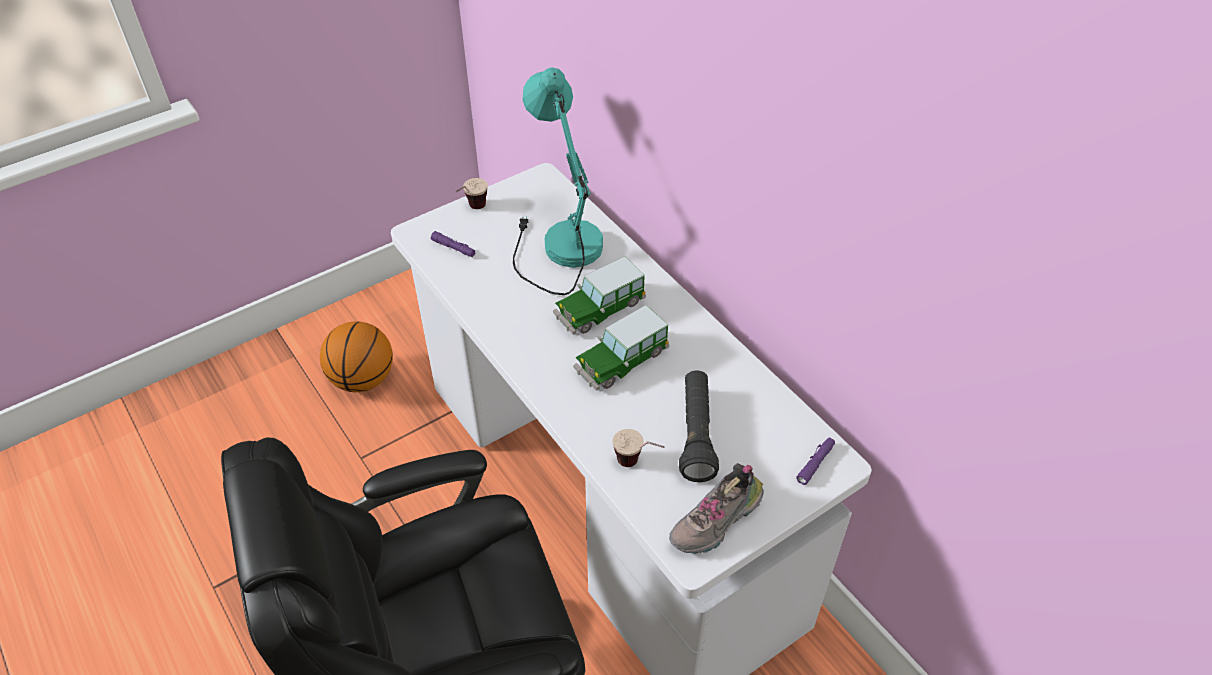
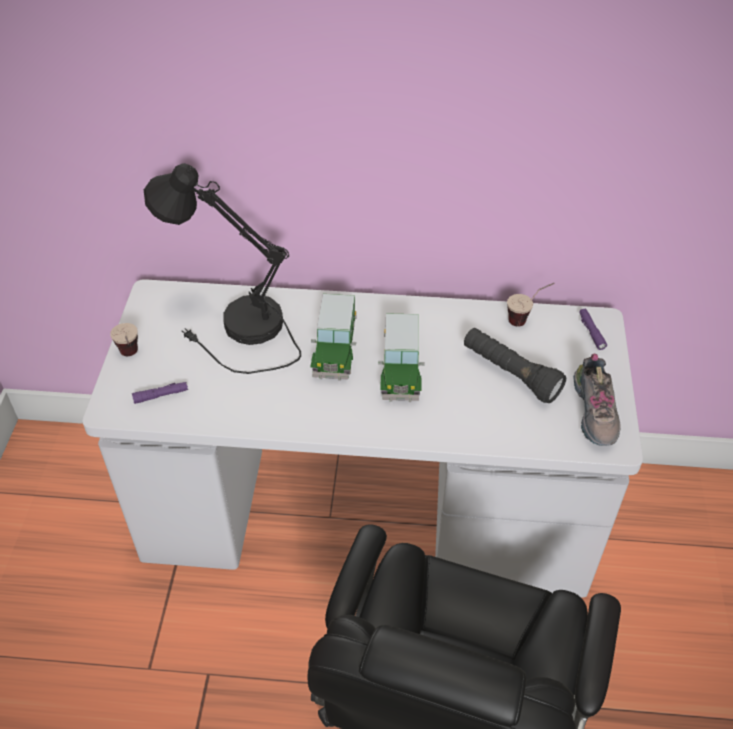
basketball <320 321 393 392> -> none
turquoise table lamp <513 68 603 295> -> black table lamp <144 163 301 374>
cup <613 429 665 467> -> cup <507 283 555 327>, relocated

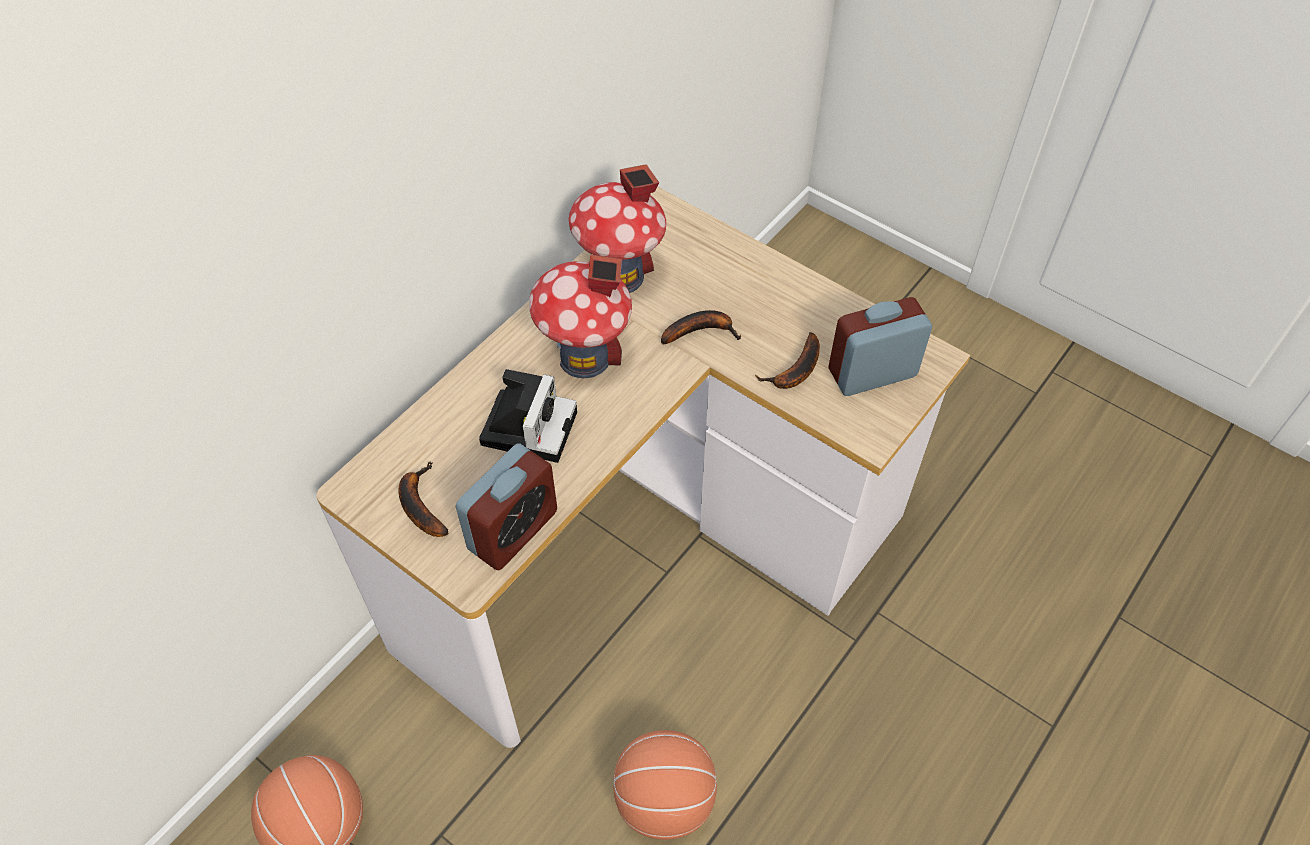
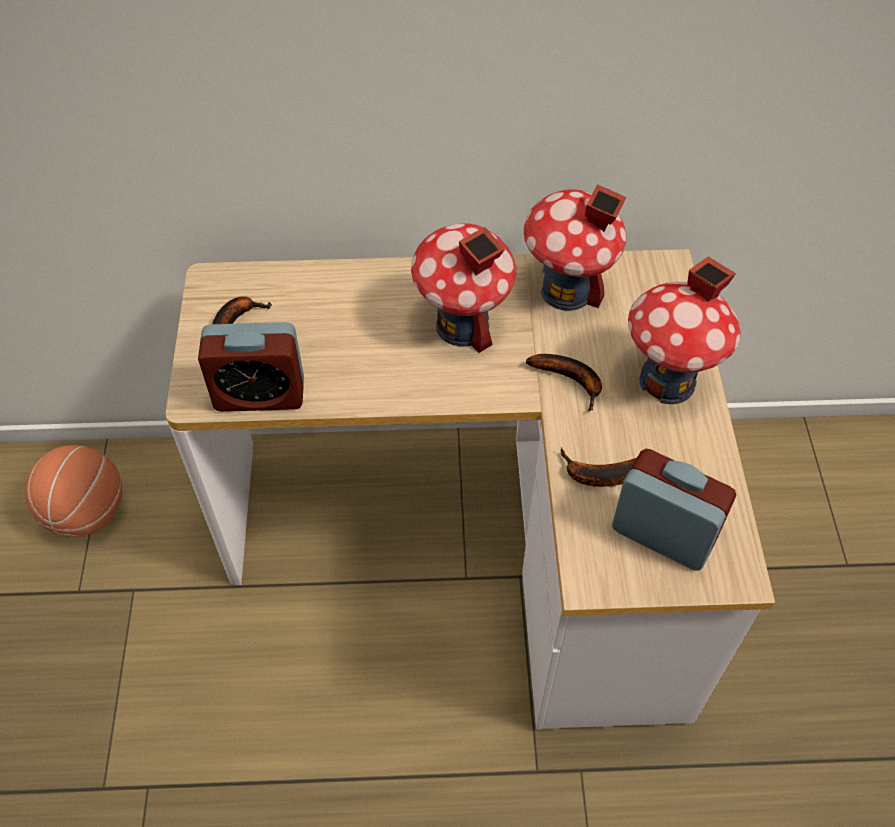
photo camera <479 369 577 463> -> none
basketball <613 730 717 840> -> none
none -> toy house <628 256 741 404>

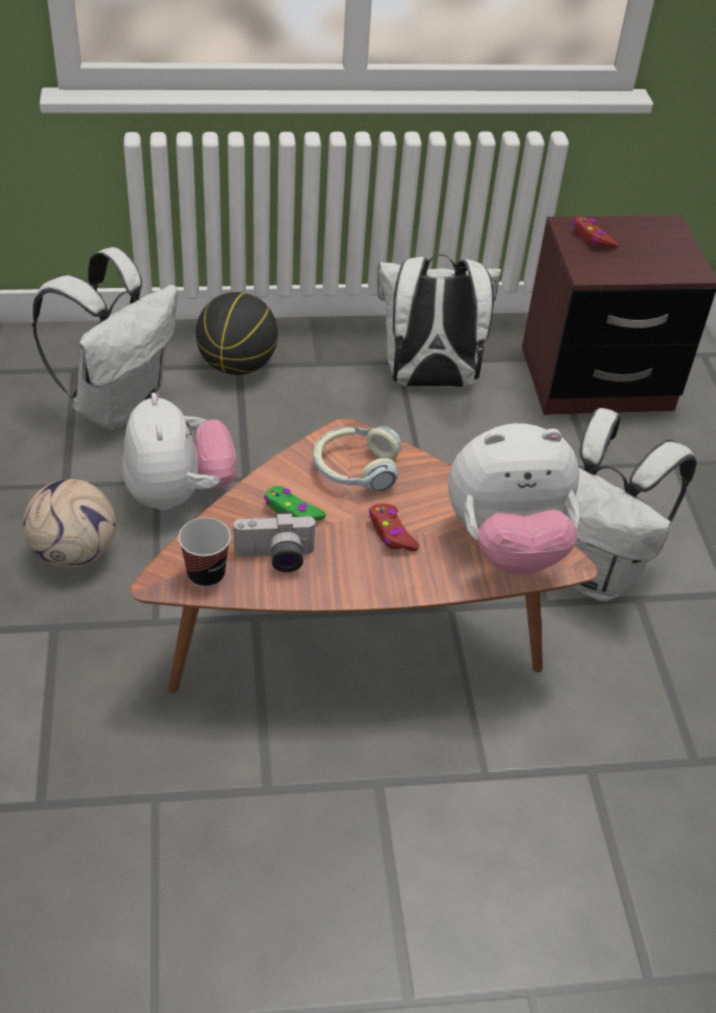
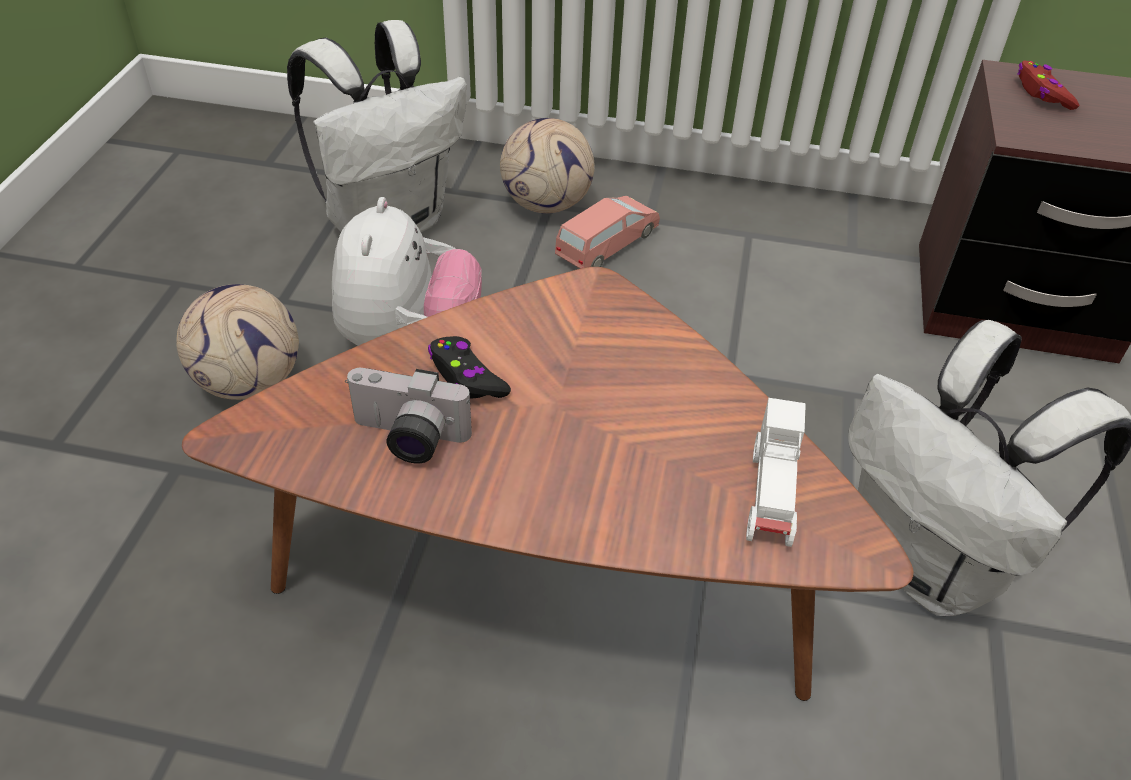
cup <178 518 231 588> -> none
basketball <196 292 278 375> -> football <500 118 595 214>
green game controller <264 486 326 521> -> black game controller <428 336 511 399>
headphones <313 426 401 492> -> none
red game controller <369 504 419 551> -> none
white backpack <377 254 501 387> -> none
plush toy <448 423 580 575> -> white toy car <746 398 806 547>
none -> pink toy car <555 196 660 269>

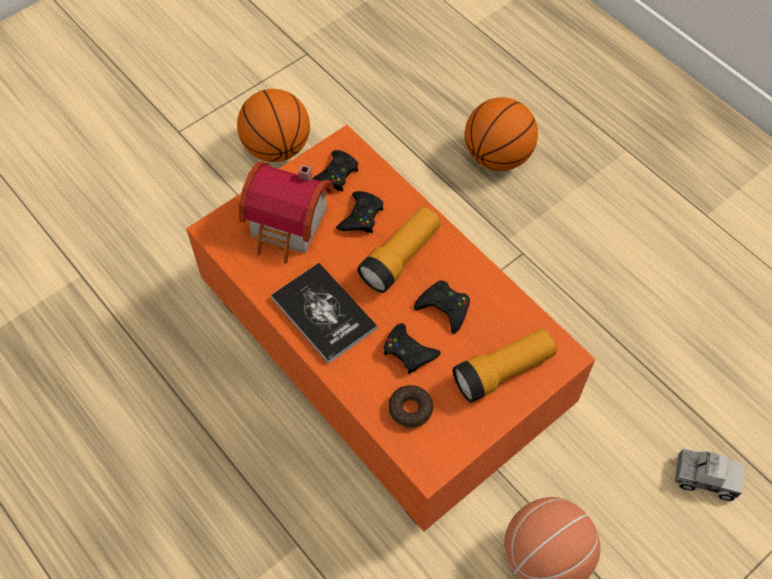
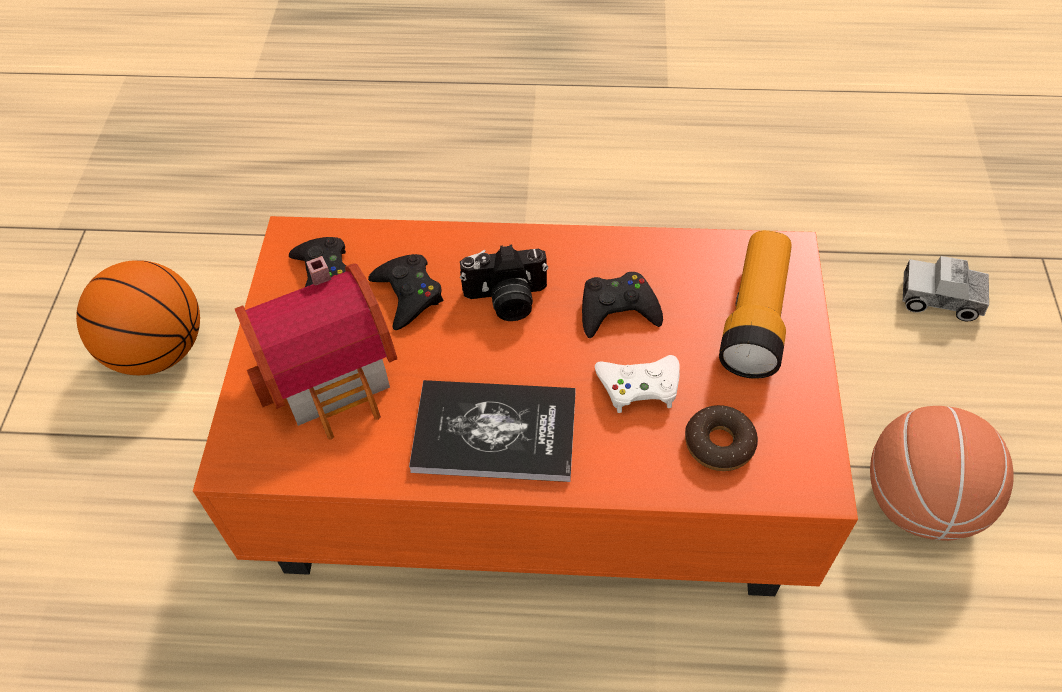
flashlight <357 206 441 293> -> photo camera <460 245 548 321>
black game controller <384 323 441 374> -> white game controller <595 355 680 413>
basketball <465 97 538 171> -> none
toy truck <675 448 745 501> -> toy truck <903 256 989 322>, 135 degrees counterclockwise

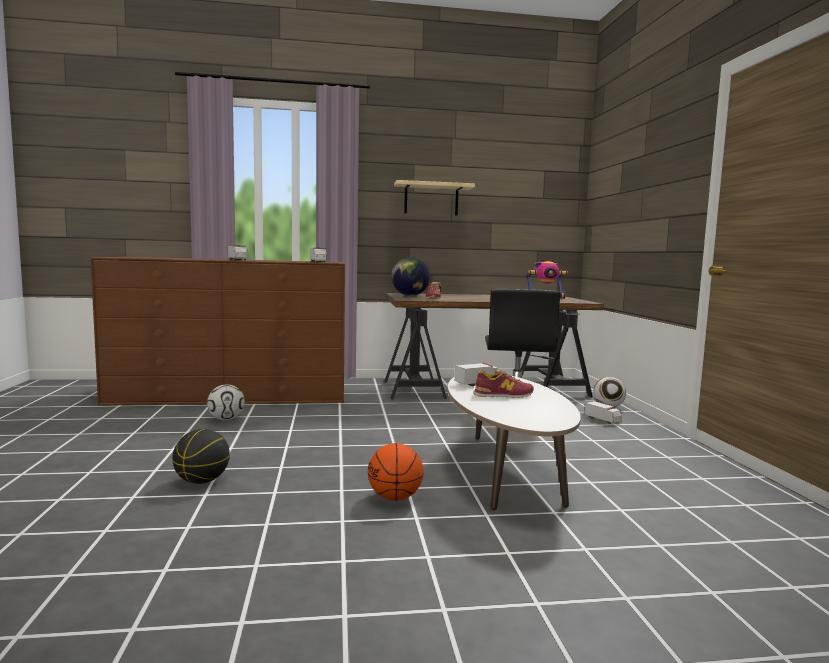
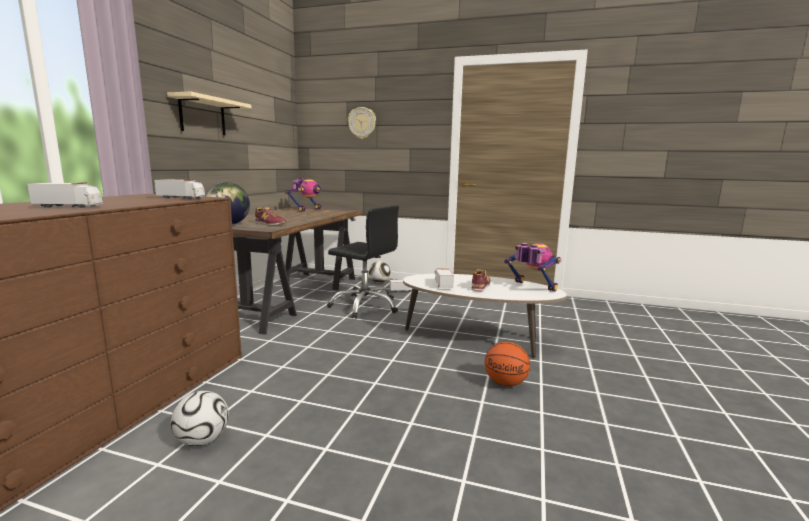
basketball <172 429 230 484> -> none
none -> wall clock <348 107 376 139>
none -> toy robot <504 243 561 292>

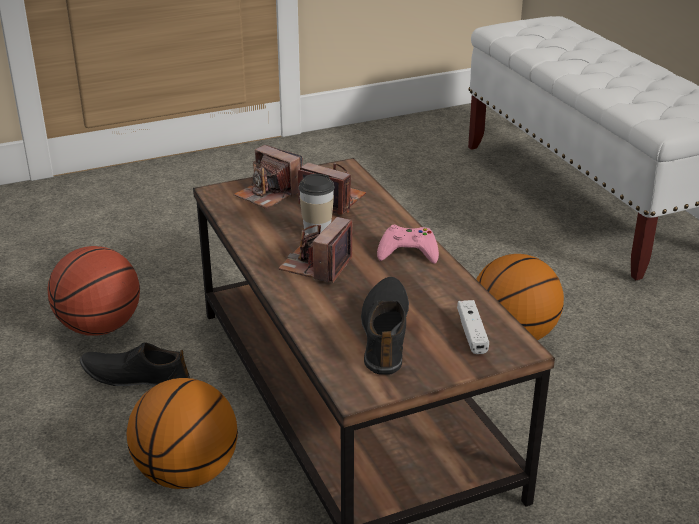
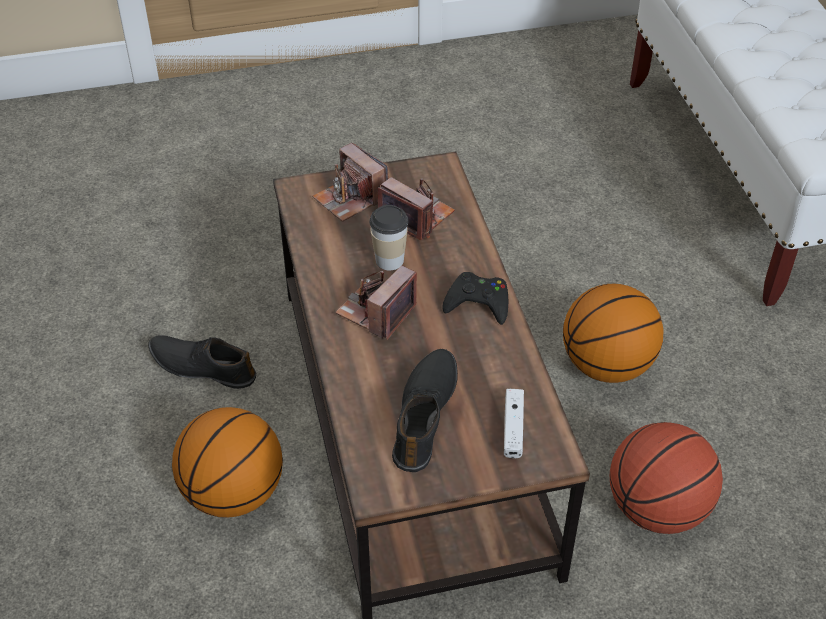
basketball <47 246 140 336> -> basketball <610 422 723 534>, relocated
pink game controller <377 225 439 264> -> black game controller <442 272 508 325>

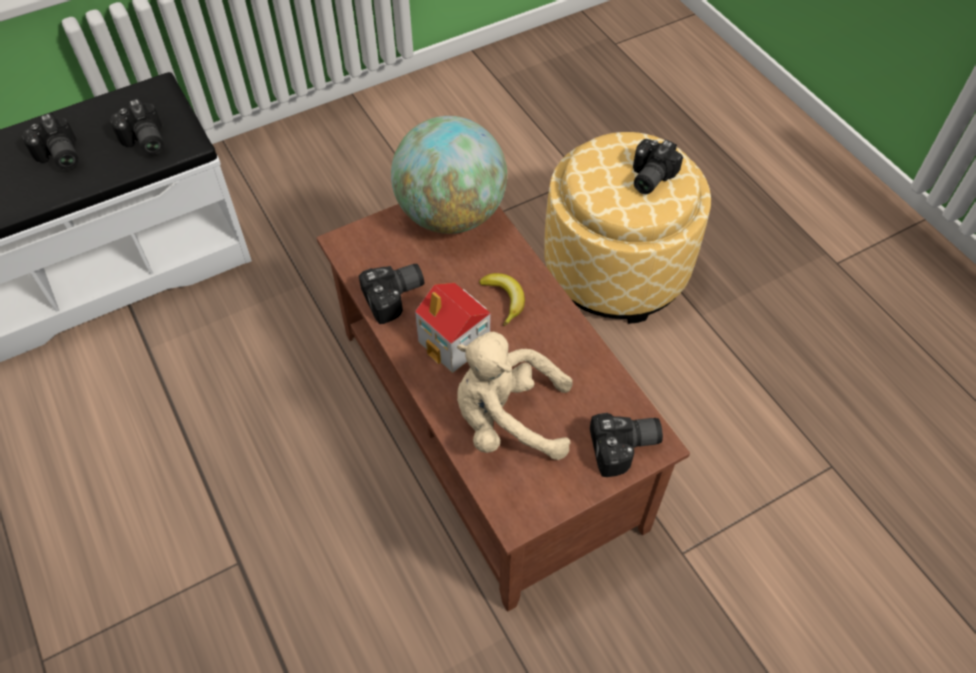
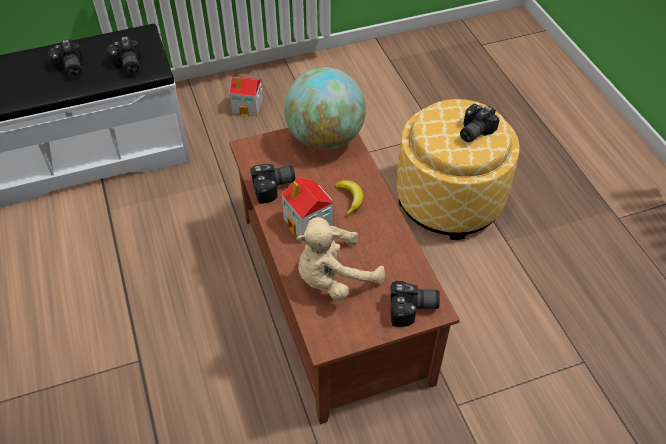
beige plush toy <457 332 573 460> -> beige plush toy <296 217 385 301>, 45 degrees counterclockwise
none -> toy house <229 77 263 116>

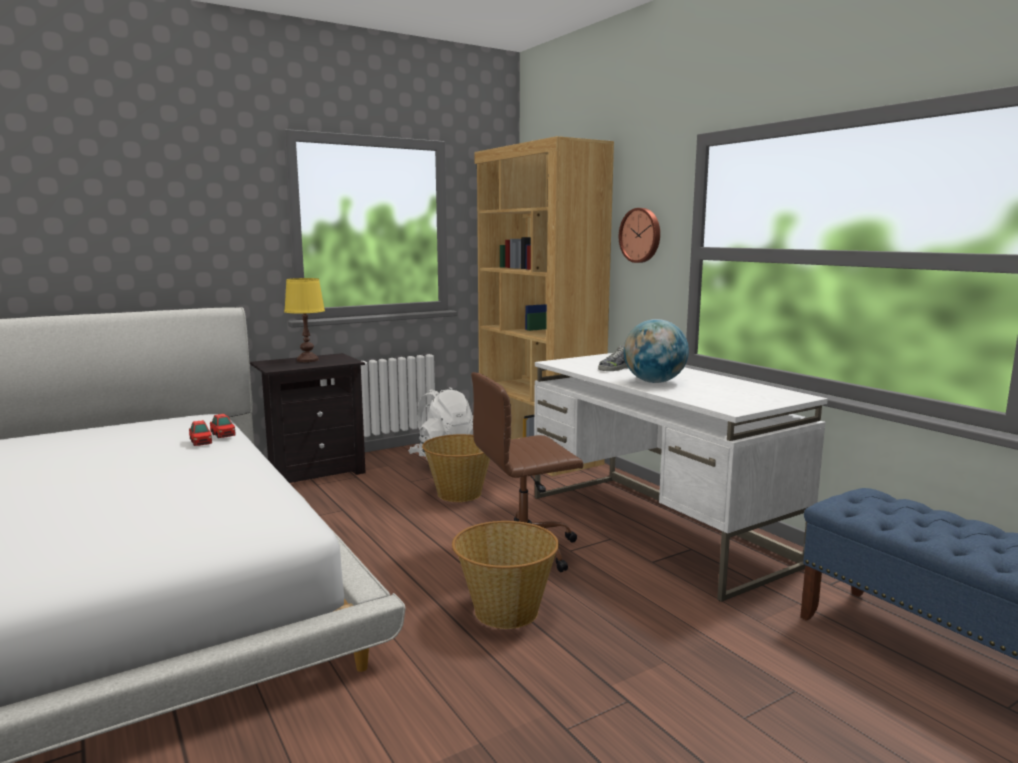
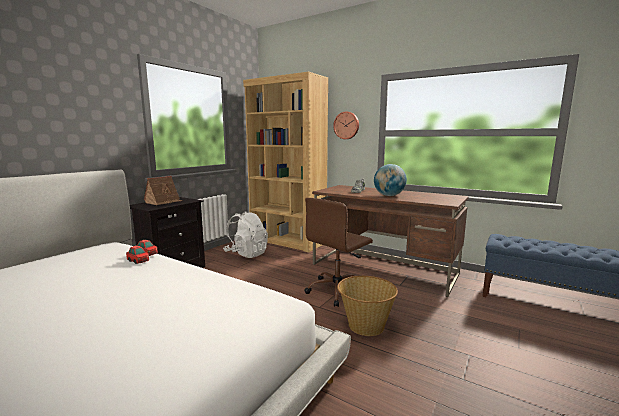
yellow table lamp <284 278 325 362> -> toy house <144 176 183 205>
basket <422 434 490 502> -> none
white desk <534 353 828 602> -> brown desk <312 185 469 297>

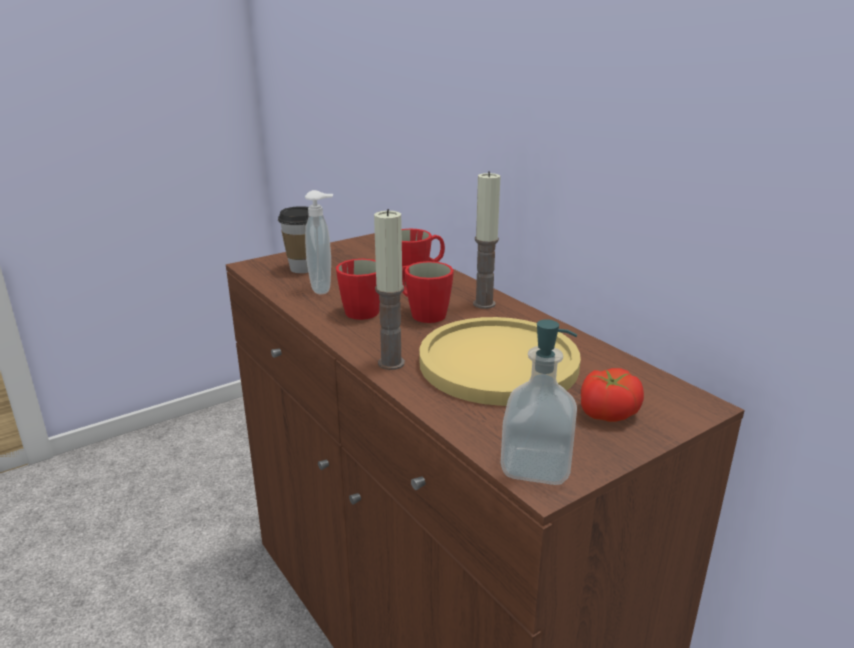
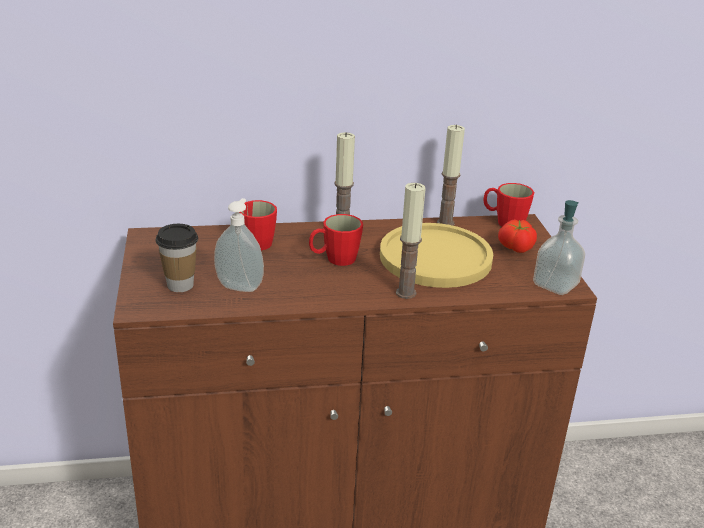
red mug <336 259 380 320> -> red mug <484 183 534 227>, relocated
none -> candle <437 124 465 226>

